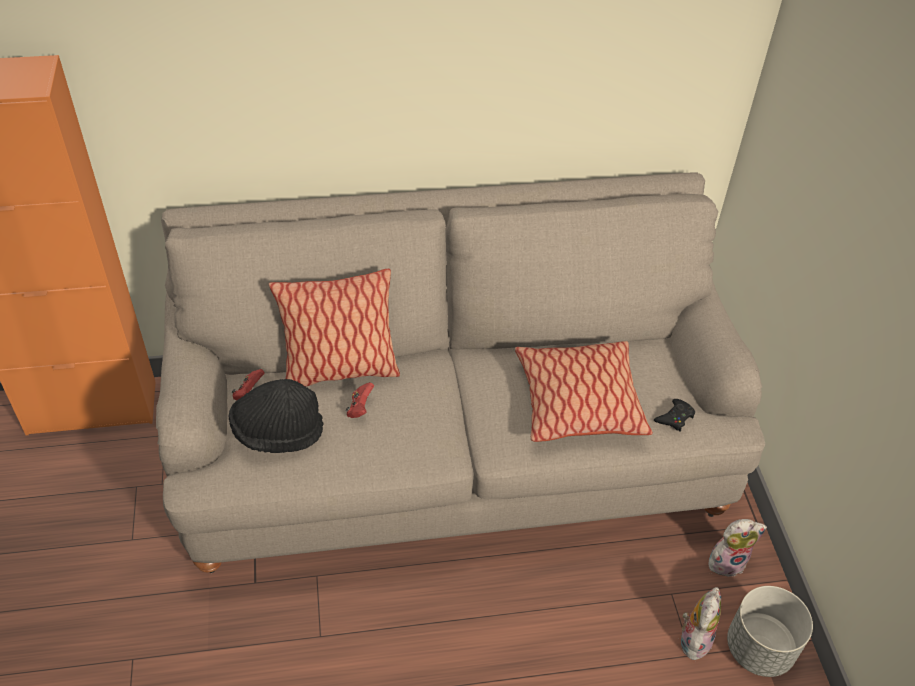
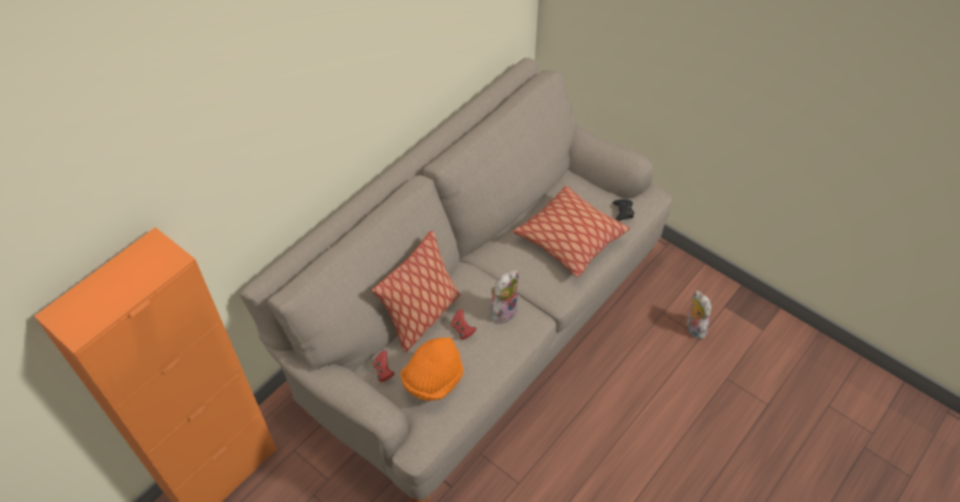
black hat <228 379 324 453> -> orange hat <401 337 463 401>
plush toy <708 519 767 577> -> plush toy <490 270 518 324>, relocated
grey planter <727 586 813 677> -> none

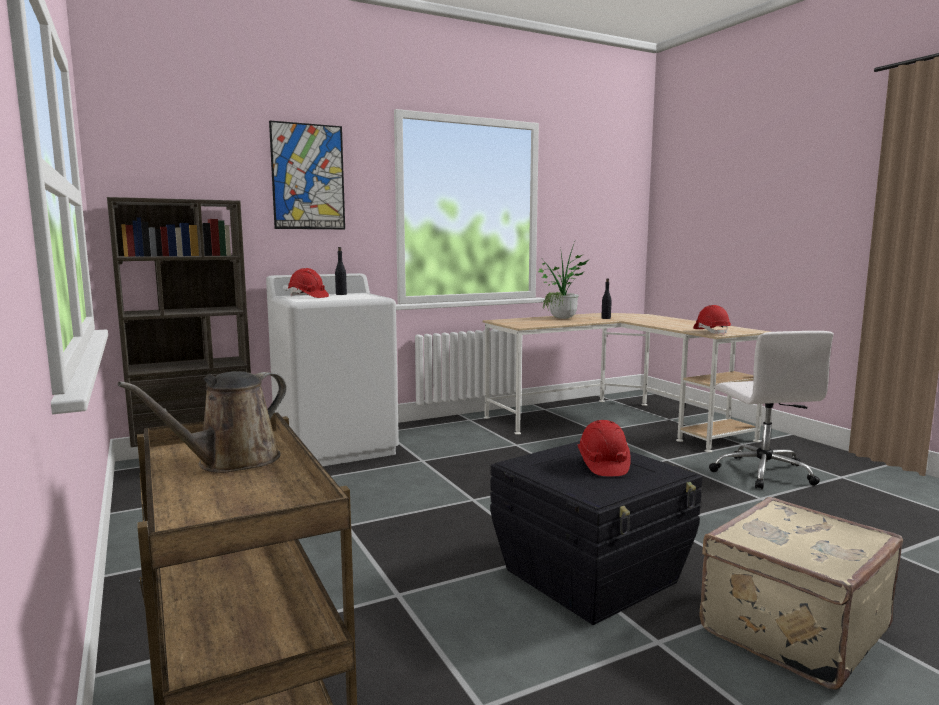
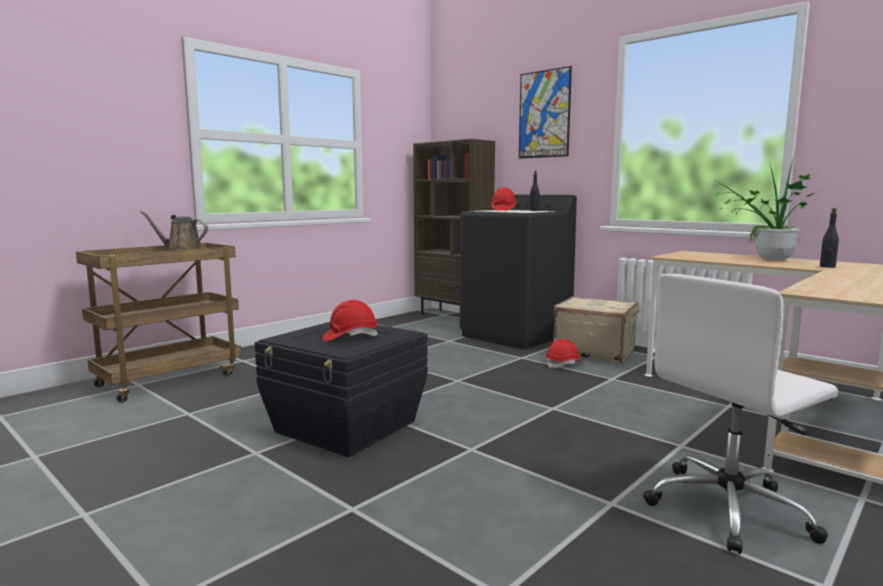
white washing machine <266 273 399 466> -> black washing machine <460 195 577 350>
red hard hat <693 305 731 335> -> red hard hat <546 339 582 368>, relocated
beige suitcase <699 497 903 690> -> beige suitcase <553 296 639 363>, relocated

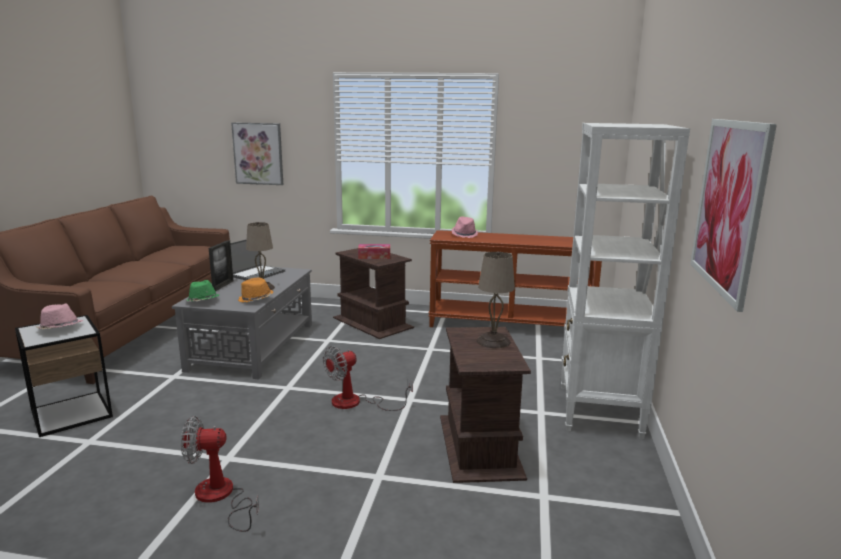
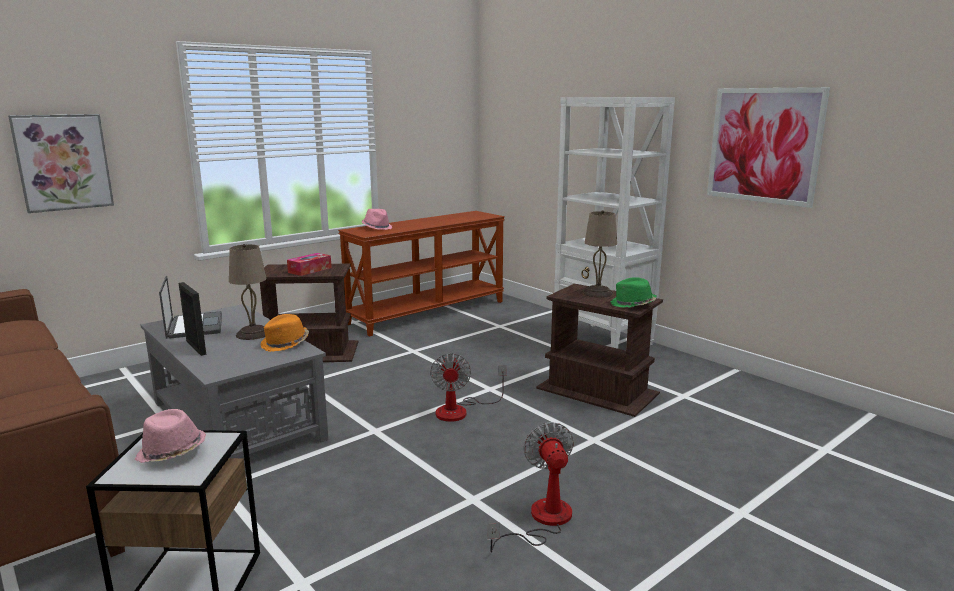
fan <181 416 259 532> -> fan <488 422 574 553>, 135 degrees clockwise
green hat <185 280 220 301> -> green hat <610 277 657 308>, relocated

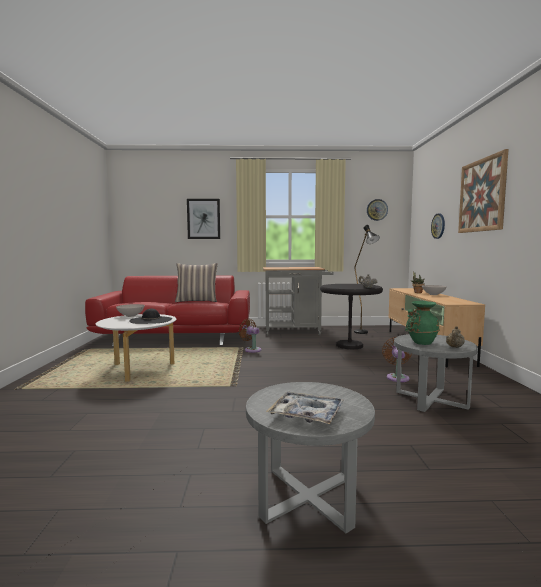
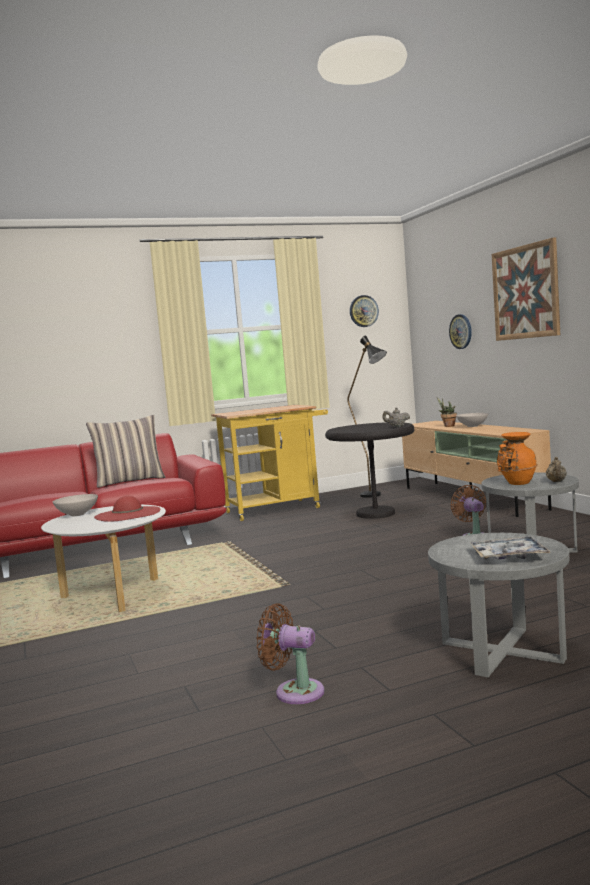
black hat <129 309 172 324> -> red hat <94 495 161 522>
picture <187 199 220 239> -> none
brown fan <239 319 261 353> -> brown fan <256 603 325 704>, relocated
grey cart <263 267 334 336> -> yellow cart <211 405 328 521>
green vase <405 301 440 345> -> orange vase <497 432 537 485>

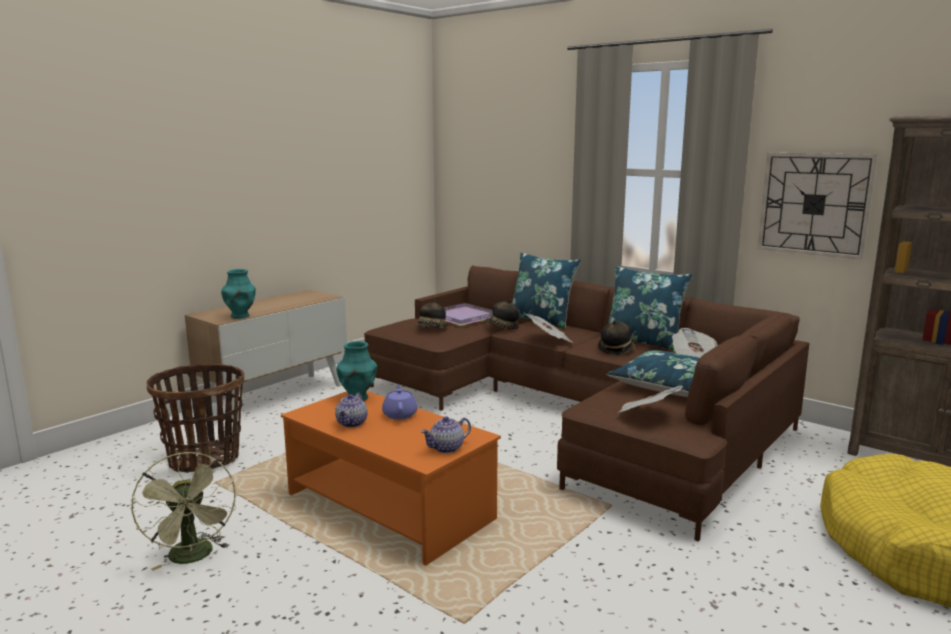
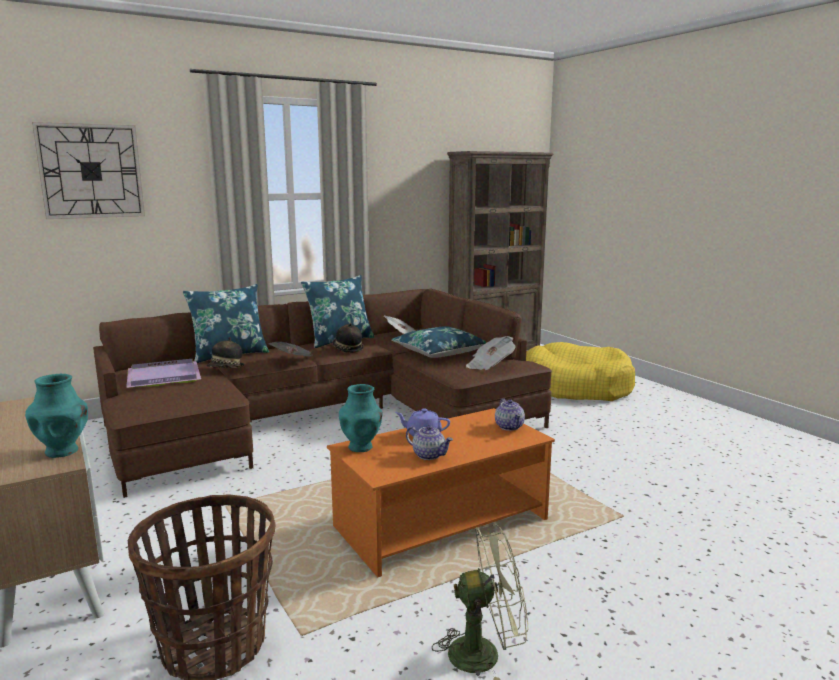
hat <415 299 448 328> -> none
wall clock <758 153 877 260> -> wall clock <32 122 145 219>, relocated

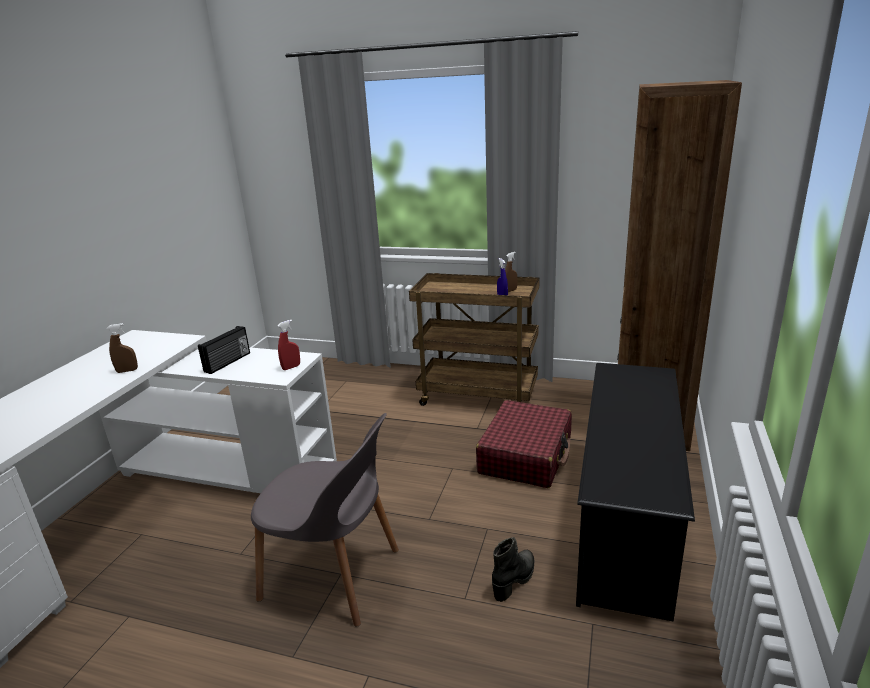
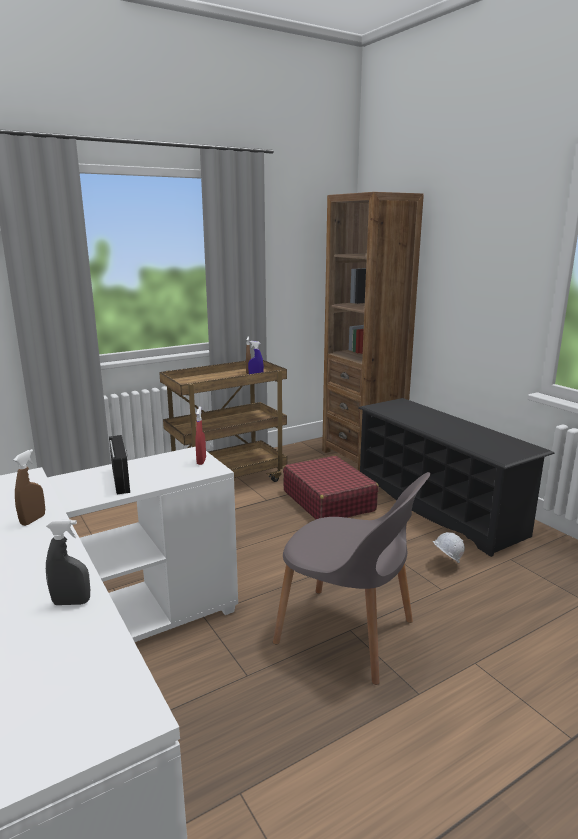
grey chair <251 413 399 626> -> grey chair <273 472 431 685>, 60 degrees clockwise
black boot <492 537 534 602> -> white hard hat <433 532 465 563>
none -> grey spray bottle <46 520 90 605>

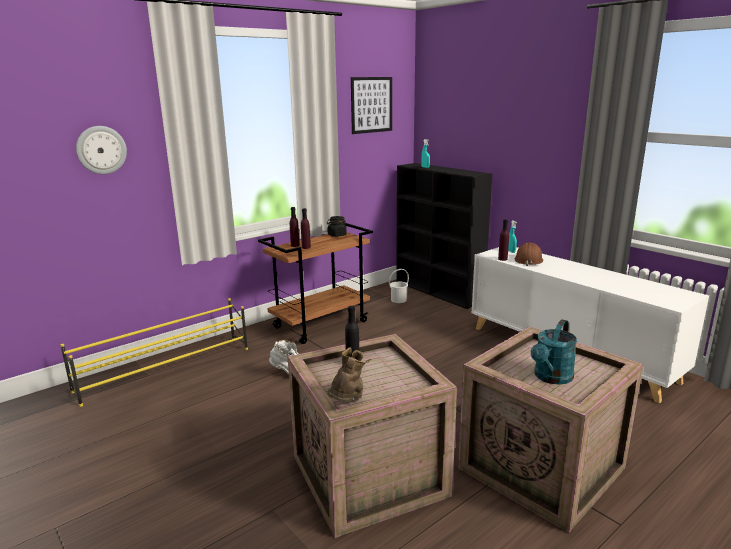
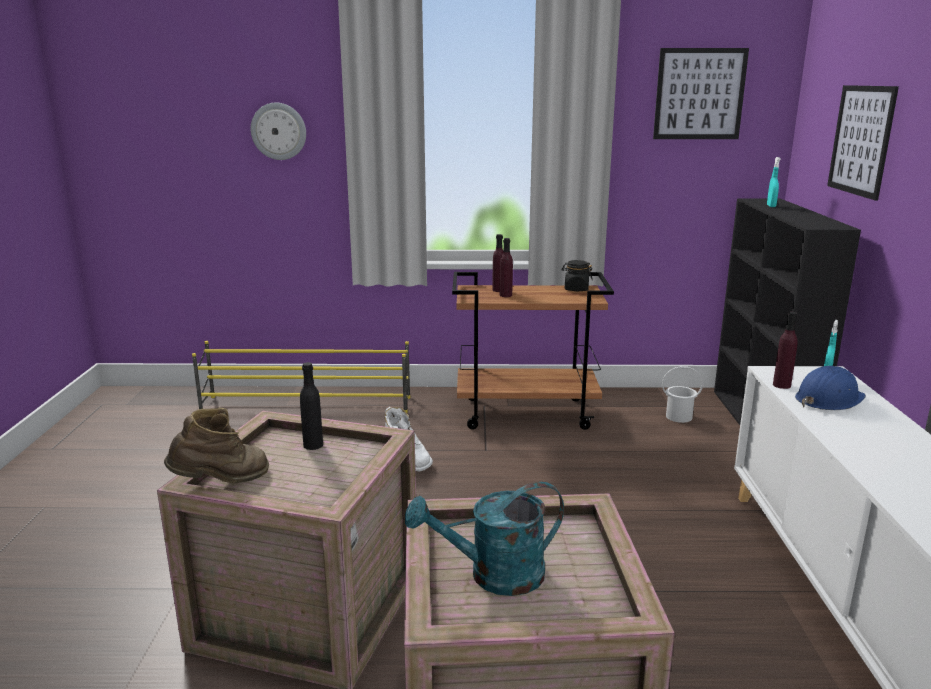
brown hard hat <515 243 543 266> -> blue hard hat <795 366 866 410>
none -> picture <827 85 899 200>

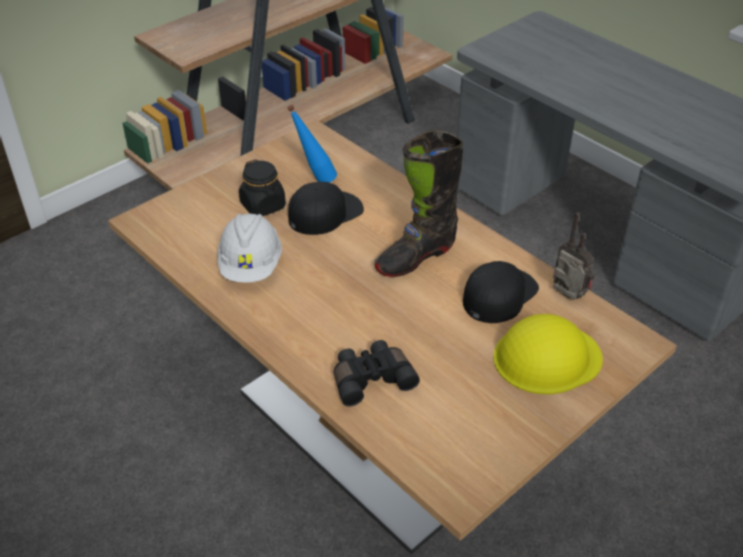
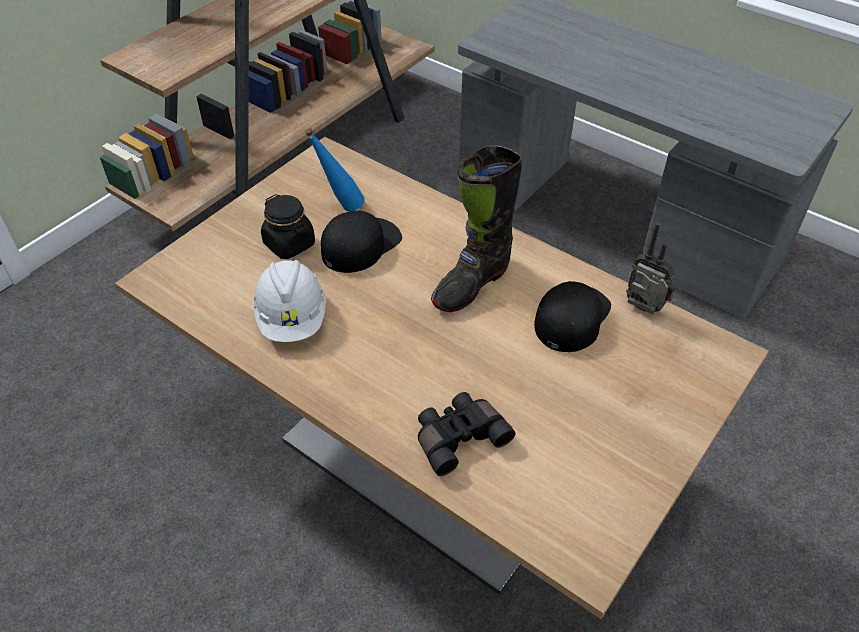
yellow hard hat <493 314 603 394> -> none

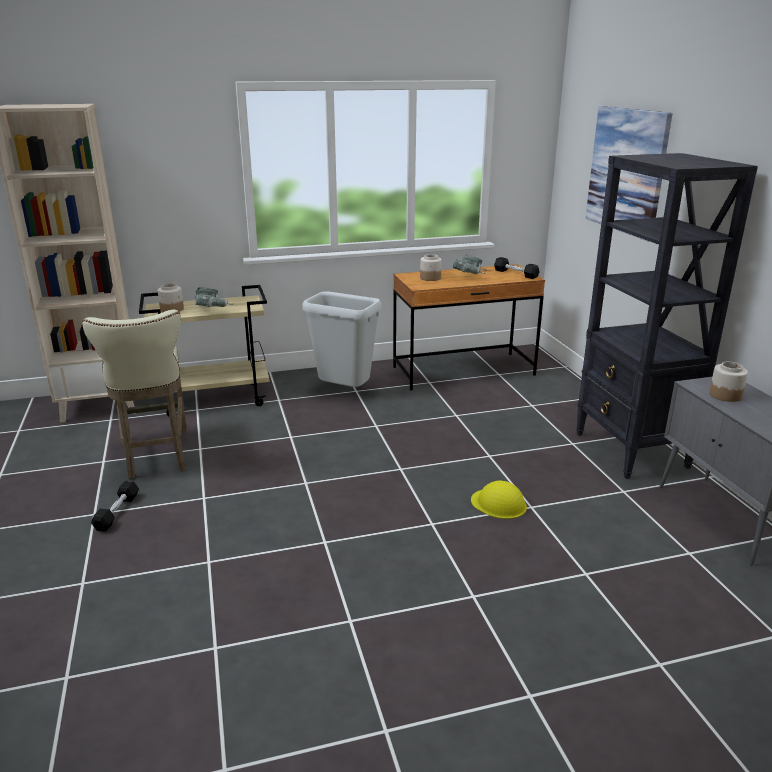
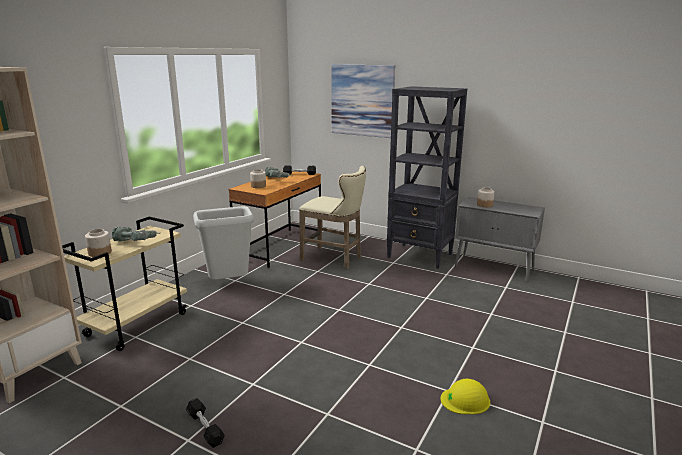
beige stool <82 310 187 479> -> beige stool <299 166 366 269>, relocated
yellow hard hat <471 481 527 519> -> yellow hard hat <441 379 490 414>, relocated

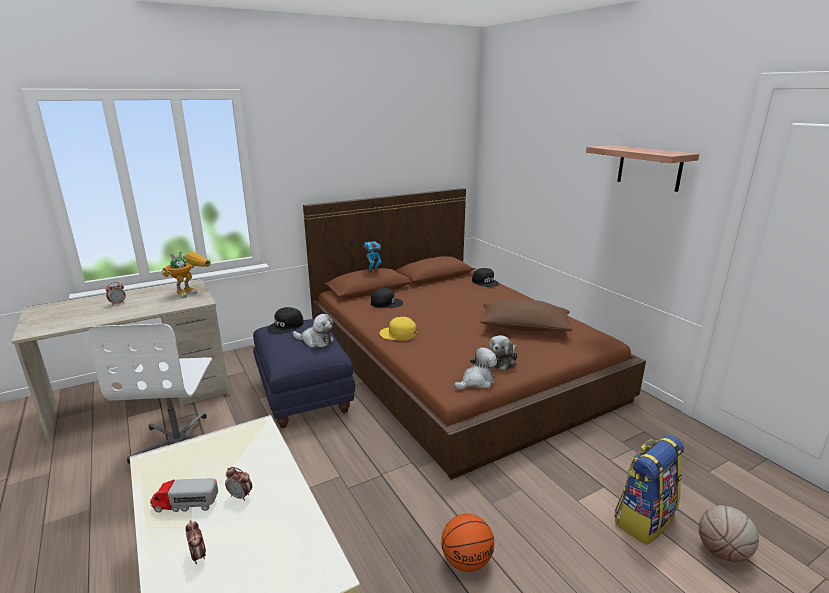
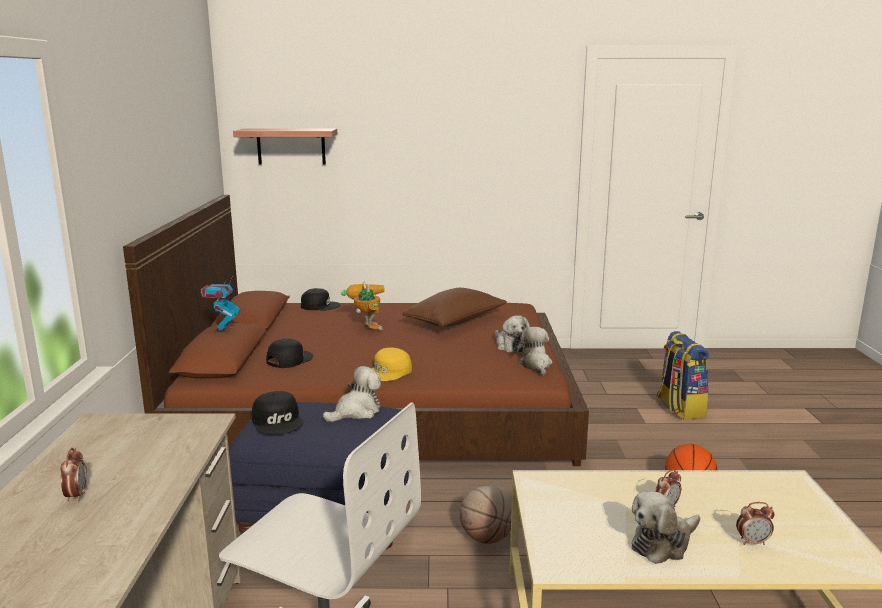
toy truck <150 478 218 513> -> plush toy <632 491 700 564>
toy robot <162 251 211 298> -> toy robot <341 282 385 331>, relocated
shelf <586 145 699 192> -> shelf <233 129 337 164>, relocated
basketball <699 505 759 562> -> basketball <460 486 512 544>, relocated

